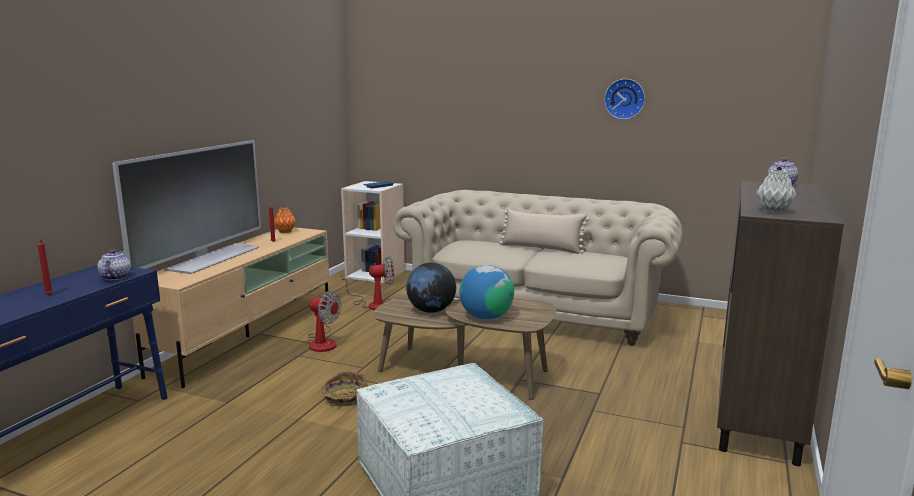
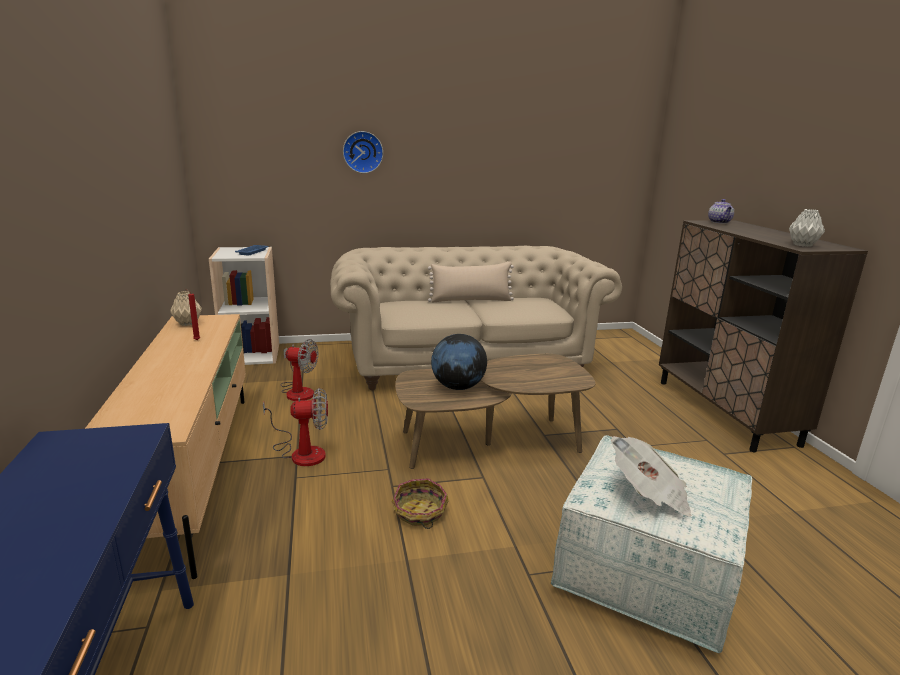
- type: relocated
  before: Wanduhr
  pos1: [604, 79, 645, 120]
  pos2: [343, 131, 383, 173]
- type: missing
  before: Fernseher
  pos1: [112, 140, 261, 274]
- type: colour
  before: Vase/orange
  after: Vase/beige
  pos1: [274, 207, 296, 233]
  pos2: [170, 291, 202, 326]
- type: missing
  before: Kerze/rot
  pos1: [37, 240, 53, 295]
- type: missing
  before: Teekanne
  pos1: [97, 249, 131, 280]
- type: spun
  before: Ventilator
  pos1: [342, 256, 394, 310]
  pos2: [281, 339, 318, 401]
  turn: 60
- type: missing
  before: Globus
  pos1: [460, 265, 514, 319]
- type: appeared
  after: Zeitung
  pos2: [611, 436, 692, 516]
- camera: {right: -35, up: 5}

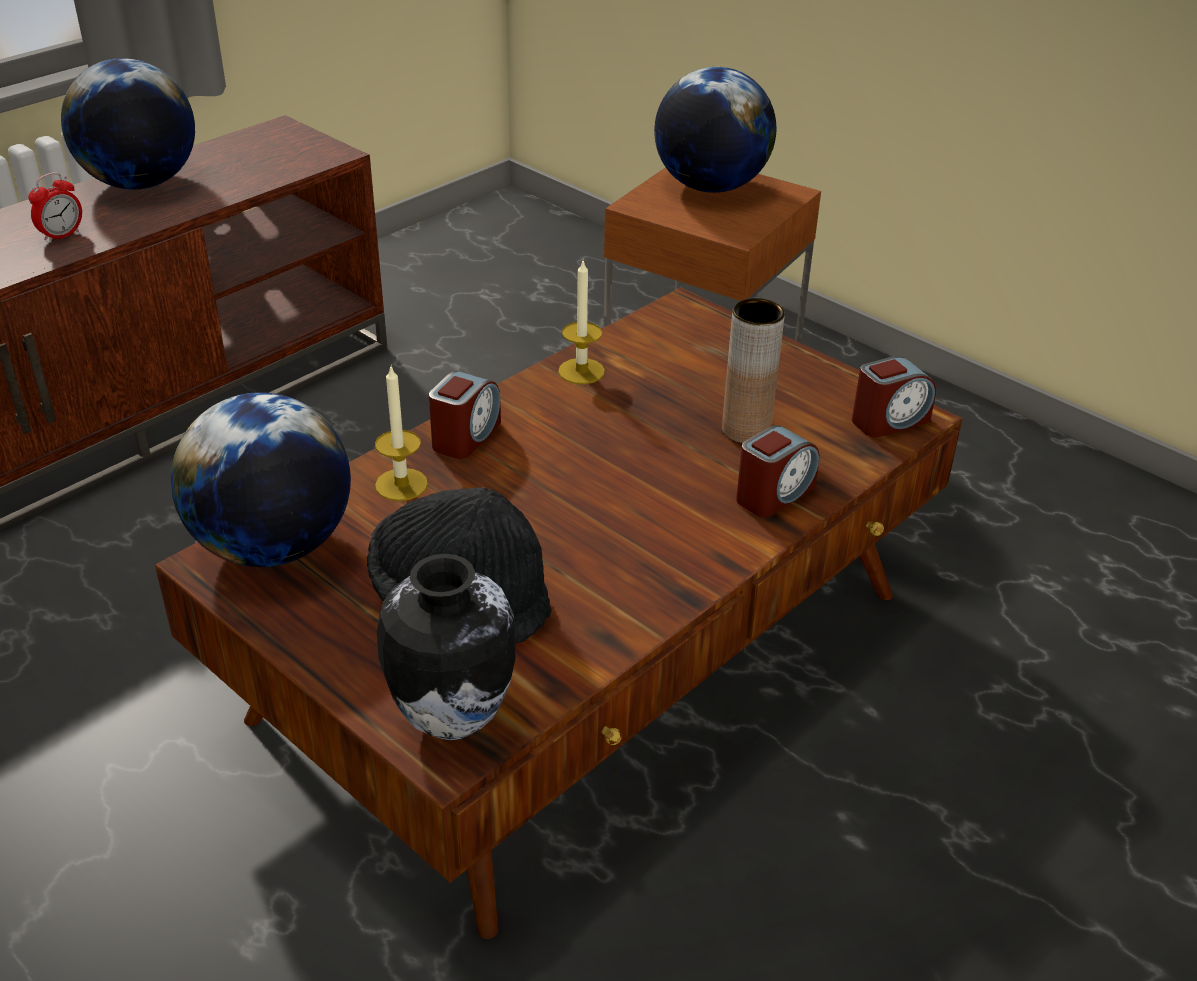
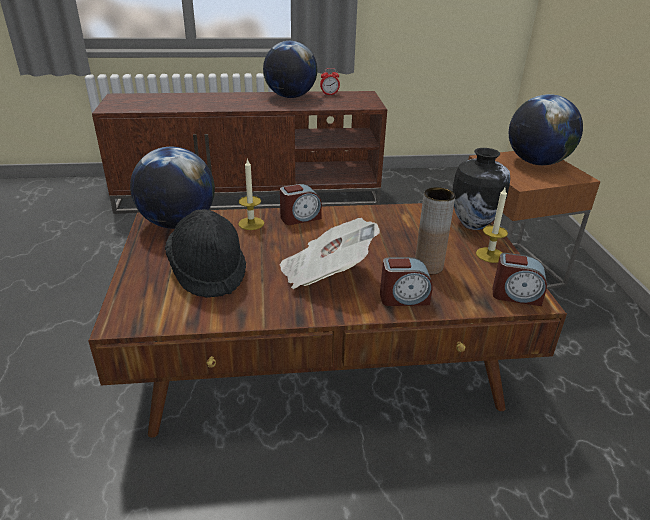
- type: relocated
  before: Wecker
  pos1: [28, 172, 82, 243]
  pos2: [320, 68, 340, 95]
- type: relocated
  before: Kerze
  pos1: [558, 261, 605, 384]
  pos2: [476, 188, 508, 263]
- type: relocated
  before: Vase
  pos1: [377, 554, 516, 740]
  pos2: [453, 148, 510, 230]
- type: appeared
  after: Zeitung
  pos2: [280, 218, 380, 289]
- camera: {right: 40, up: -5}

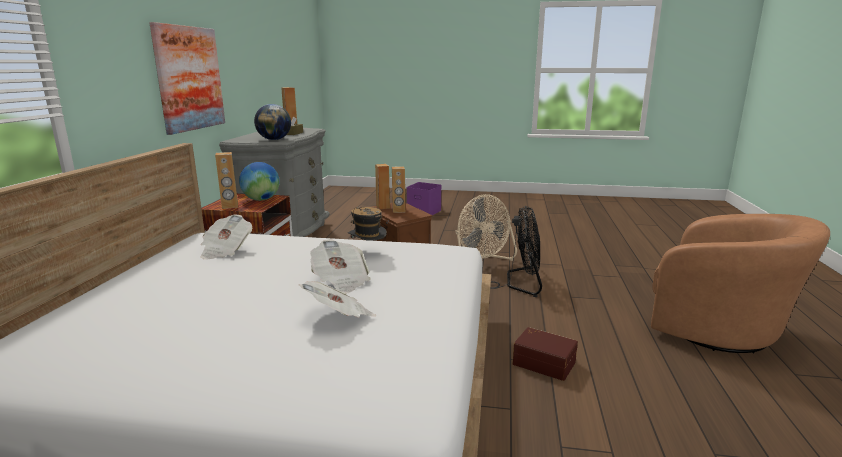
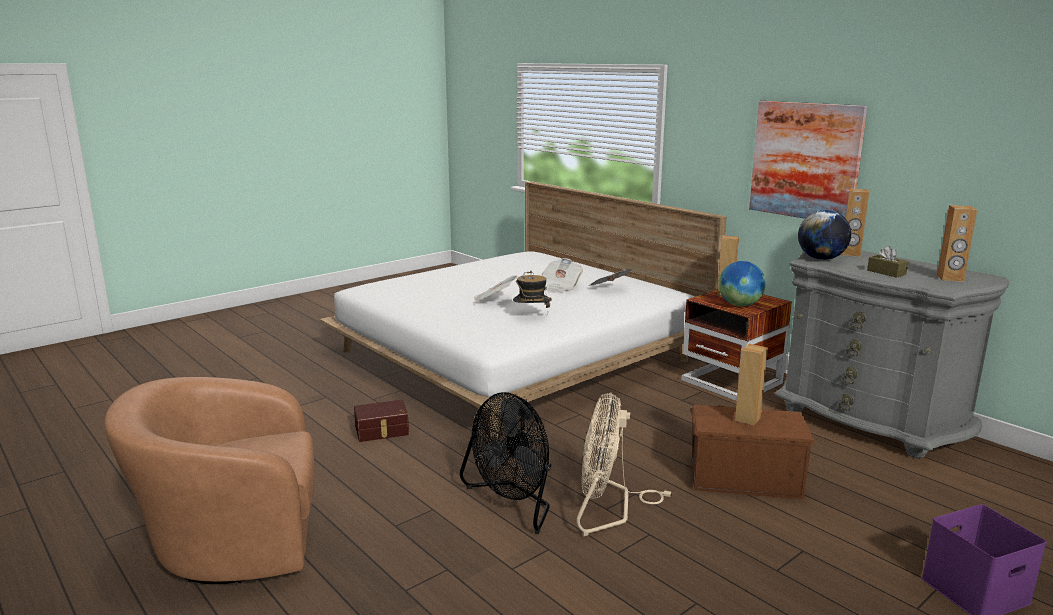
- type: relocated
  before: Lautsprecher/braun
  pos1: [375, 164, 390, 209]
  pos2: [841, 188, 869, 257]
- type: relocated
  before: Zeitung
  pos1: [299, 281, 376, 317]
  pos2: [542, 258, 583, 293]
- camera: {right: 130, up: 0}

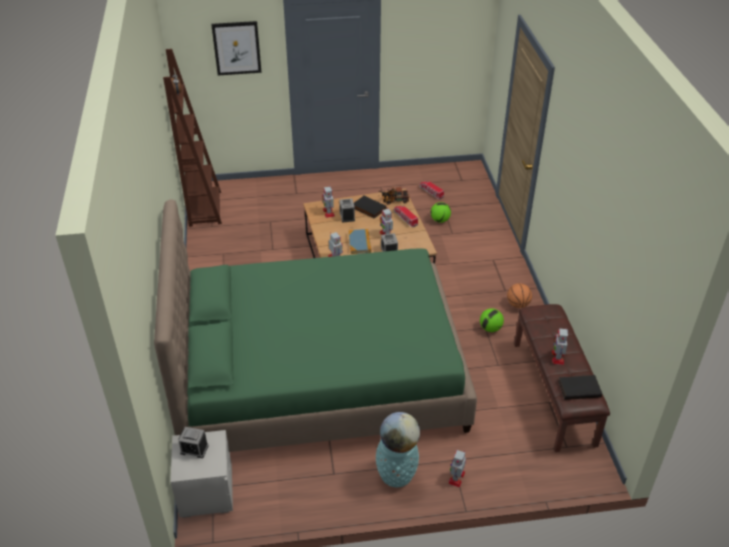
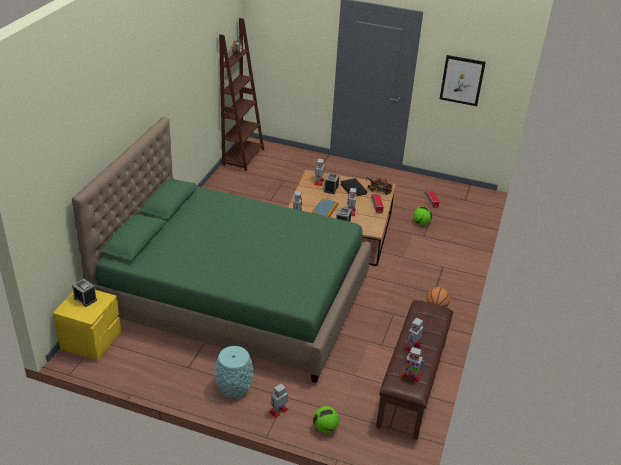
- type: relocated
  before: Bild
  pos1: [211, 21, 262, 75]
  pos2: [440, 55, 486, 106]
- type: relocated
  before: Fußball
  pos1: [480, 308, 504, 332]
  pos2: [313, 406, 339, 433]
- type: exchanged
  before: Buch/schwarz
  after: Spielzeugroboter
  pos1: [558, 375, 602, 400]
  pos2: [401, 347, 424, 382]
- type: missing
  before: Globus
  pos1: [380, 412, 420, 453]
- type: colour
  before: Nachttisch/weiß
  after: Nachttisch/gelb
  pos1: [171, 430, 233, 518]
  pos2: [53, 290, 121, 361]
- camera: {right: 25, up: -5}

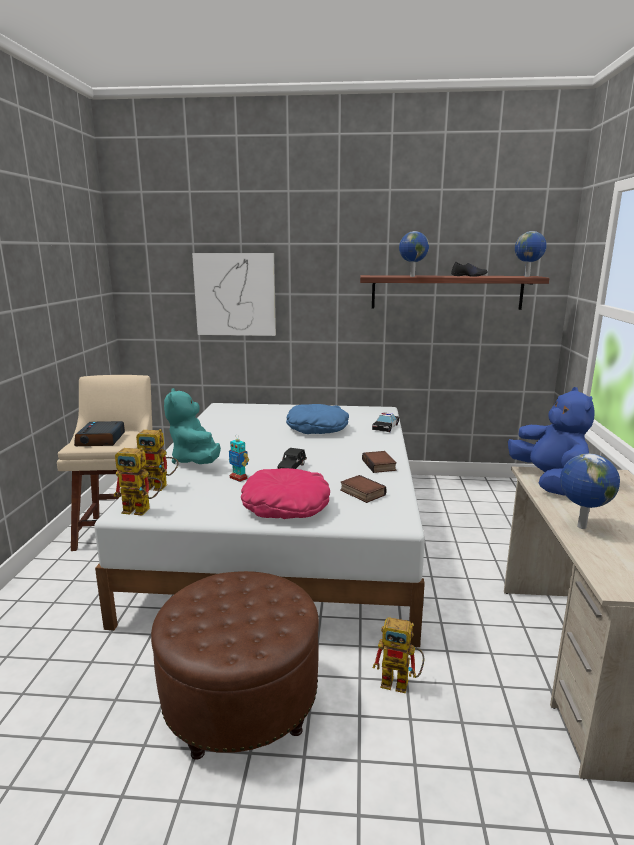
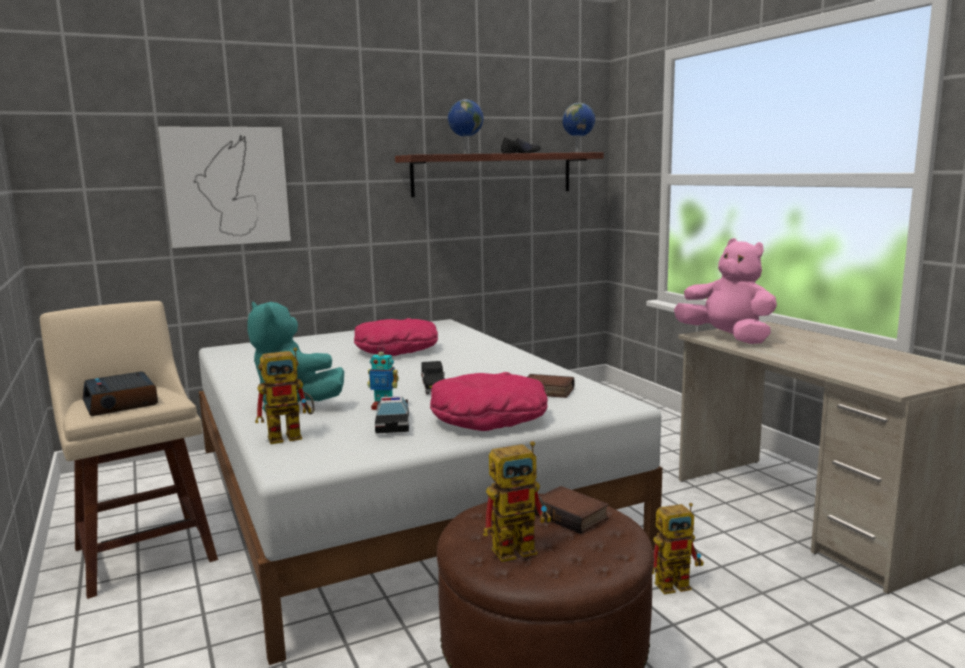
- type: colour
  before: Plüschtier/blau
  after: Plüschtier/rosa
  pos1: [508, 387, 595, 496]
  pos2: [674, 238, 777, 344]
- type: colour
  before: Kissen/blau
  after: Kissen/rosa
  pos1: [286, 404, 349, 434]
  pos2: [354, 318, 438, 356]
- type: relocated
  before: Spielzeugauto
  pos1: [372, 412, 399, 432]
  pos2: [375, 396, 409, 434]
- type: relocated
  before: Spielzeugroboter
  pos1: [114, 448, 163, 516]
  pos2: [483, 441, 551, 562]
- type: relocated
  before: Buch
  pos1: [362, 451, 397, 473]
  pos2: [534, 486, 609, 534]
- type: missing
  before: Globus
  pos1: [560, 454, 620, 529]
- camera: {right: -30, up: -5}

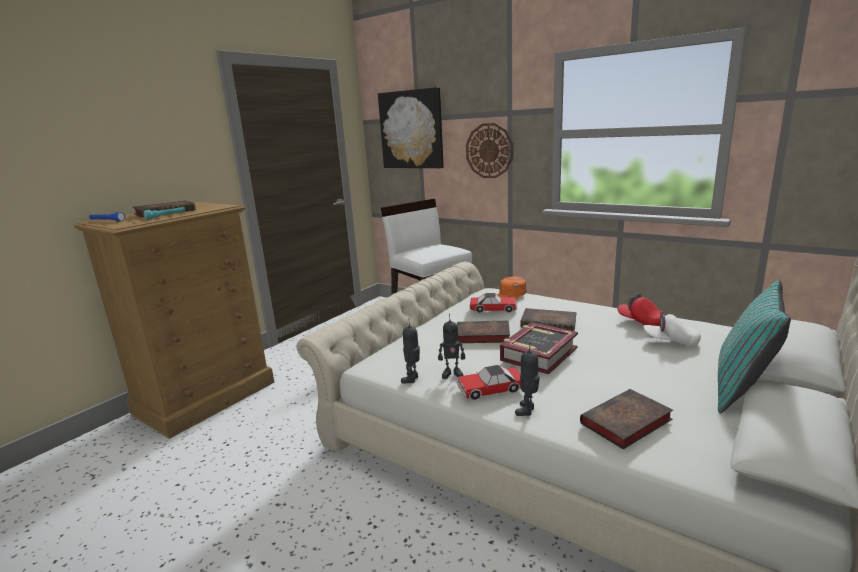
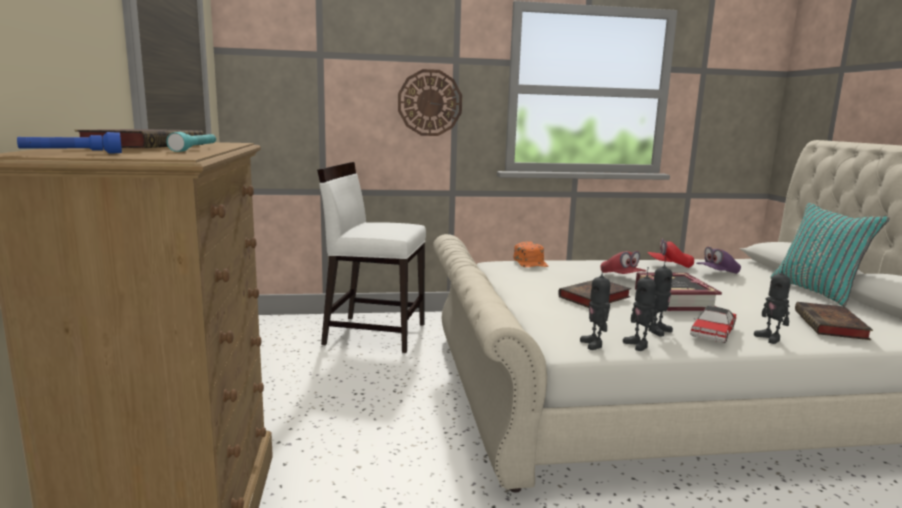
- type: missing
  before: Bild
  pos1: [378, 87, 444, 168]
- type: missing
  before: Spielzeugauto
  pos1: [470, 293, 517, 313]
- type: exchanged
  before: Buch
  after: Kappe/rot
  pos1: [520, 308, 577, 331]
  pos2: [601, 251, 646, 274]
- type: colour
  before: Kappe/weiß
  after: Kappe/lila
  pos1: [644, 310, 701, 346]
  pos2: [696, 246, 741, 274]
- type: appeared
  after: Spielzeugroboter
  pos2: [580, 266, 610, 350]
- camera: {right: -45, up: -5}

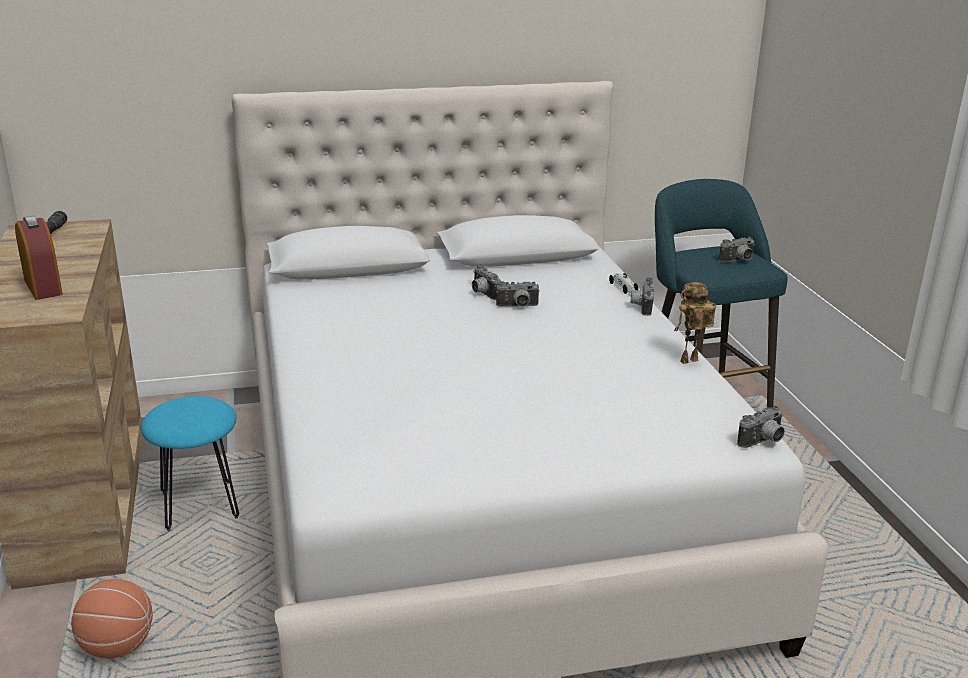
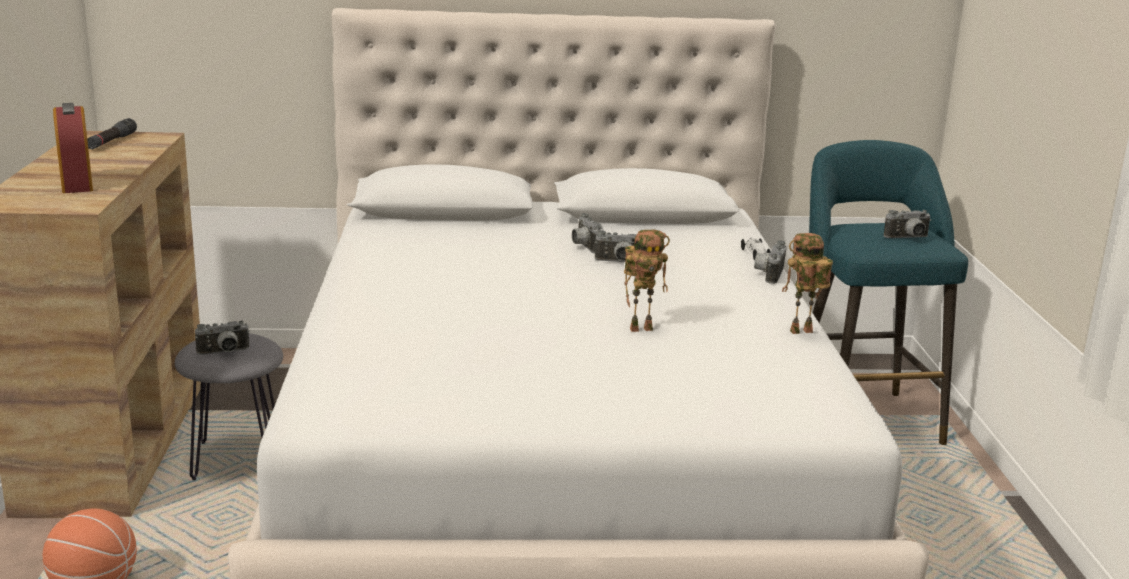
- type: colour
  before: Hocker/türkis
  after: Hocker/grau
  pos1: [141, 396, 239, 531]
  pos2: [175, 333, 283, 480]
- type: relocated
  before: Kamera
  pos1: [737, 406, 785, 448]
  pos2: [195, 320, 250, 355]
- type: appeared
  after: Spielzeugroboter
  pos2: [624, 230, 670, 332]
- camera: {right: 10, up: -5}

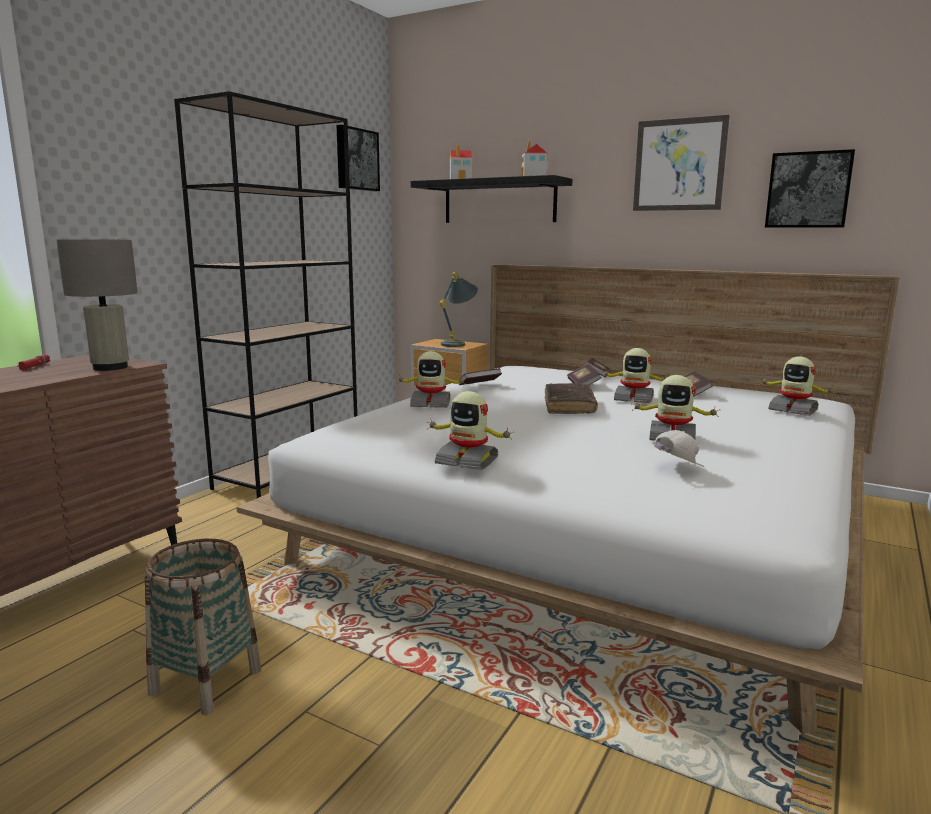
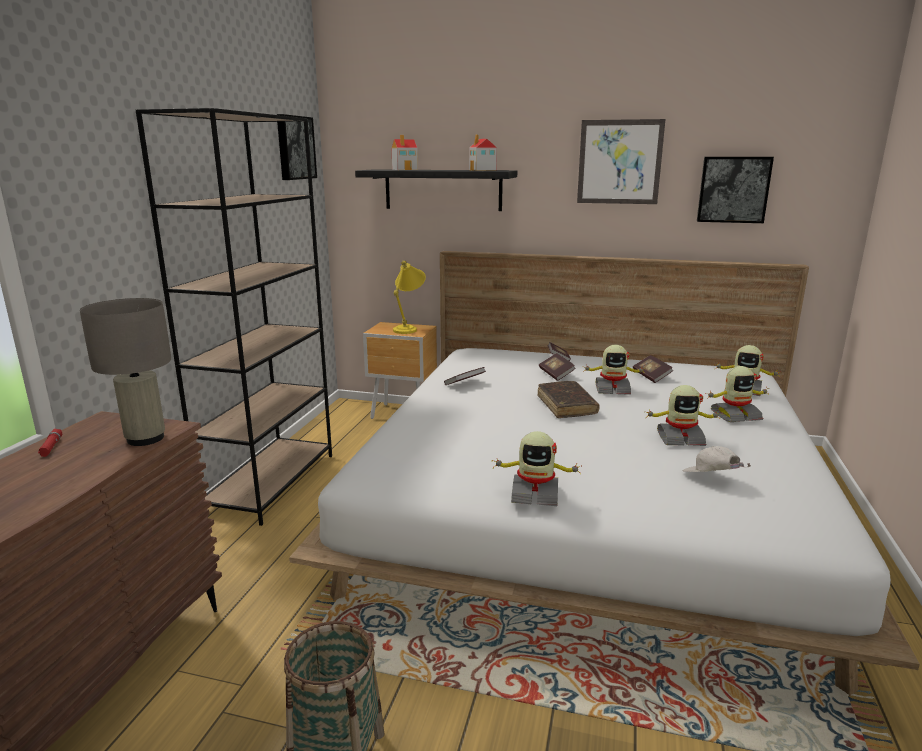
- type: colour
  before: Tischlampe/grau
  after: Tischlampe/gelb
  pos1: [439, 272, 478, 347]
  pos2: [393, 261, 426, 334]
- type: relocated
  before: Spielzeugroboter
  pos1: [399, 351, 467, 408]
  pos2: [705, 366, 770, 422]
- type: spun
  before: Kappe/weiß
  pos1: [654, 430, 704, 467]
  pos2: [683, 446, 751, 472]
  turn: -75
- camera: {right: -15, up: 5}

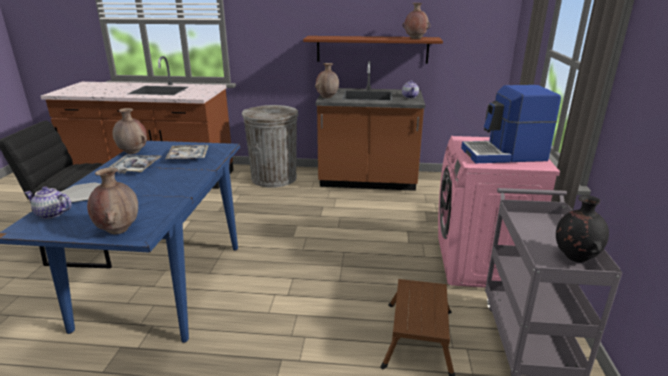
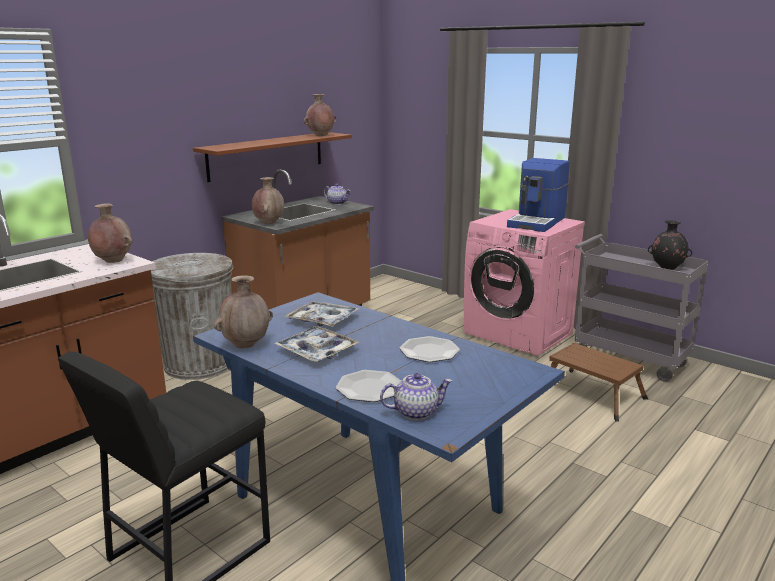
- type: relocated
  before: Vase/braun
  pos1: [87, 168, 138, 234]
  pos2: [88, 203, 132, 263]
- type: spun
  before: Teekanne
  pos1: [24, 186, 72, 219]
  pos2: [380, 373, 452, 420]
  turn: -150
- type: appeared
  after: Teller
  pos2: [399, 336, 460, 362]
- camera: {right: -55, up: -5}

